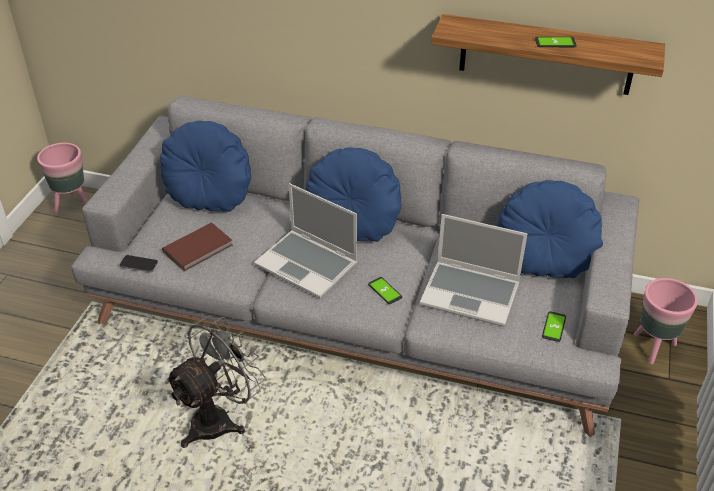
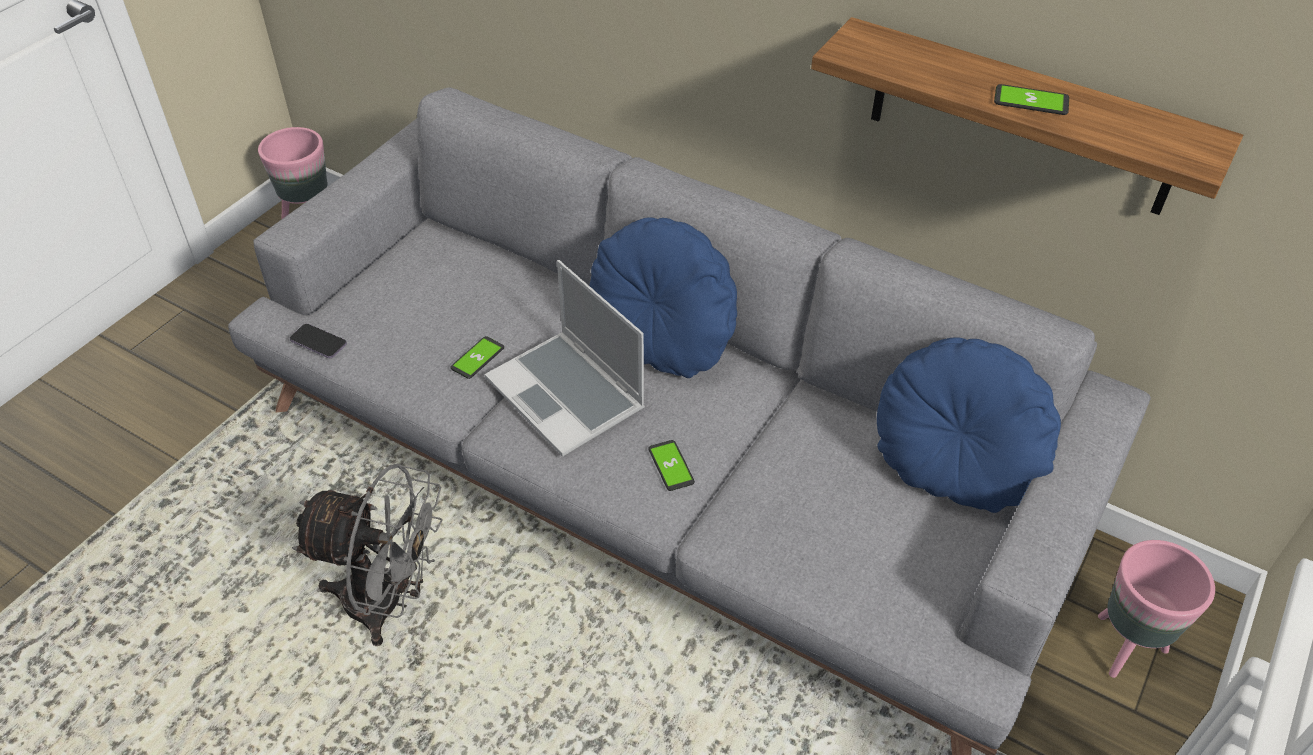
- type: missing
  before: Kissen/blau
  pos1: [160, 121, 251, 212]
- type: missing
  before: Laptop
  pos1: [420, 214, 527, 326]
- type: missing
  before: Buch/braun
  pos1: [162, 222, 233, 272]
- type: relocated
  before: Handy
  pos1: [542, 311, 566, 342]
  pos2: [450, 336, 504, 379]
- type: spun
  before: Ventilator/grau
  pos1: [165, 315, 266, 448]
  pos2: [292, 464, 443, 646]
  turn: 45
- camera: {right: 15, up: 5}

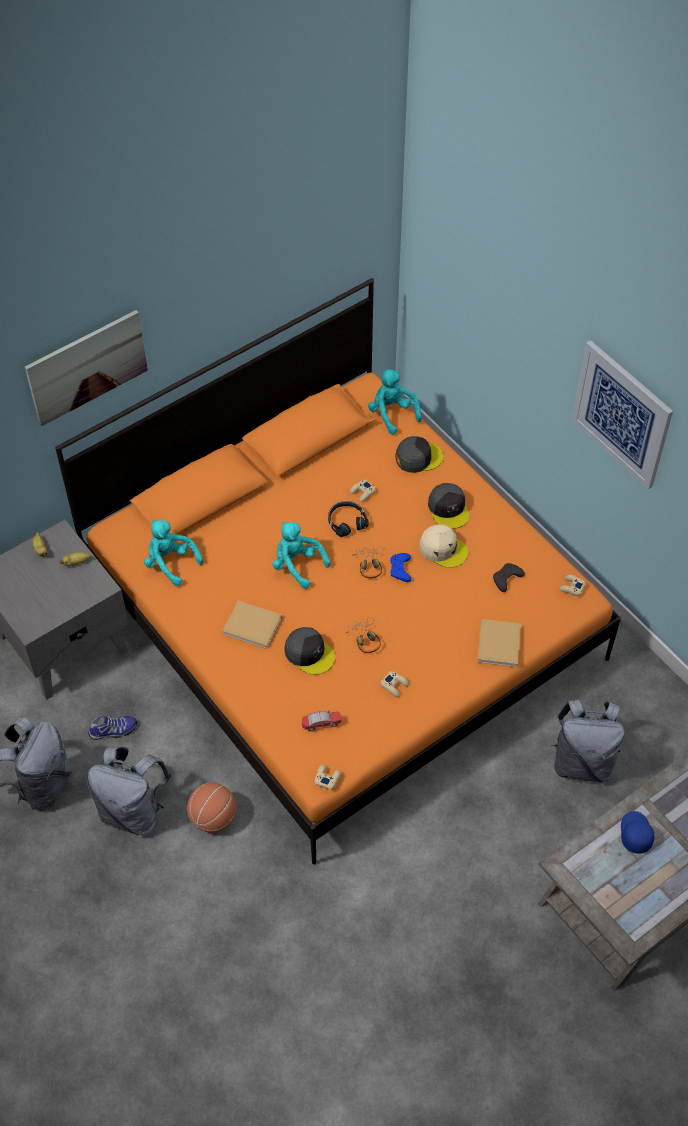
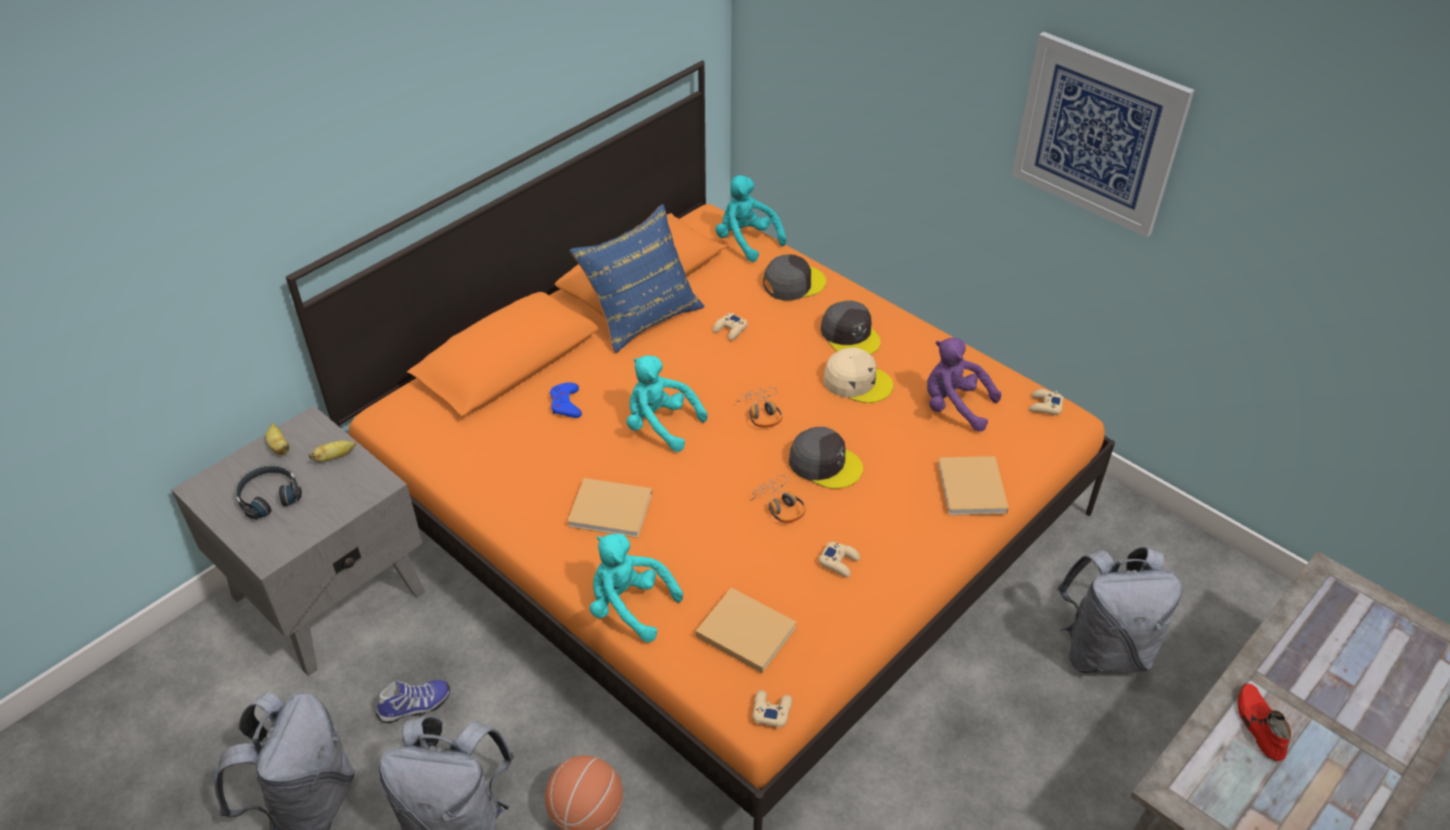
- type: missing
  before: Bild
  pos1: [25, 310, 148, 426]
- type: relocated
  before: Kopfhörer/schwarz
  pos1: [328, 501, 368, 537]
  pos2: [235, 464, 302, 520]
- type: relocated
  before: Plüschtier/türkis
  pos1: [144, 520, 203, 586]
  pos2: [590, 534, 683, 642]
- type: relocated
  before: Gamepad/blau
  pos1: [390, 553, 411, 582]
  pos2: [550, 382, 582, 418]
- type: exchanged
  before: Gamepad/grau
  after: Plüschtier/lila
  pos1: [493, 563, 525, 592]
  pos2: [927, 337, 1001, 432]
- type: relocated
  before: Kappe/grau
  pos1: [284, 627, 335, 675]
  pos2: [789, 427, 863, 489]
- type: exchanged
  before: Spielzeugauto
  after: Buch/beige
  pos1: [302, 710, 342, 731]
  pos2: [696, 588, 797, 673]
- type: exchanged
  before: Kappe/blau
  after: Schuh/rot
  pos1: [621, 811, 654, 854]
  pos2: [1238, 684, 1291, 761]
- type: appeared
  after: Kissen/blau
  pos2: [570, 204, 704, 353]
- camera: {right: -10, up: -10}

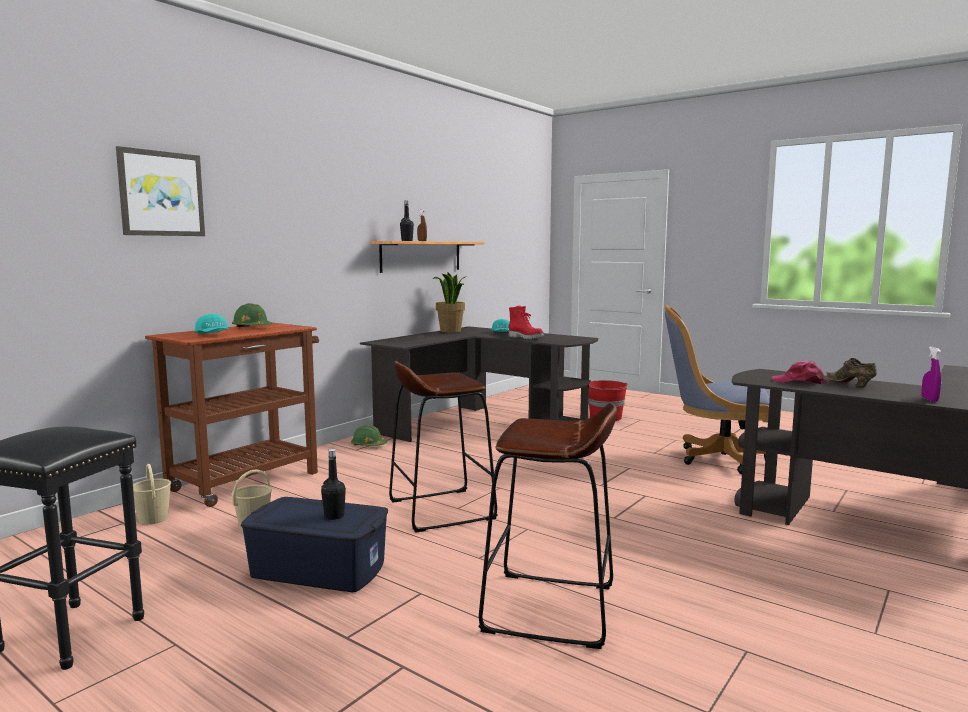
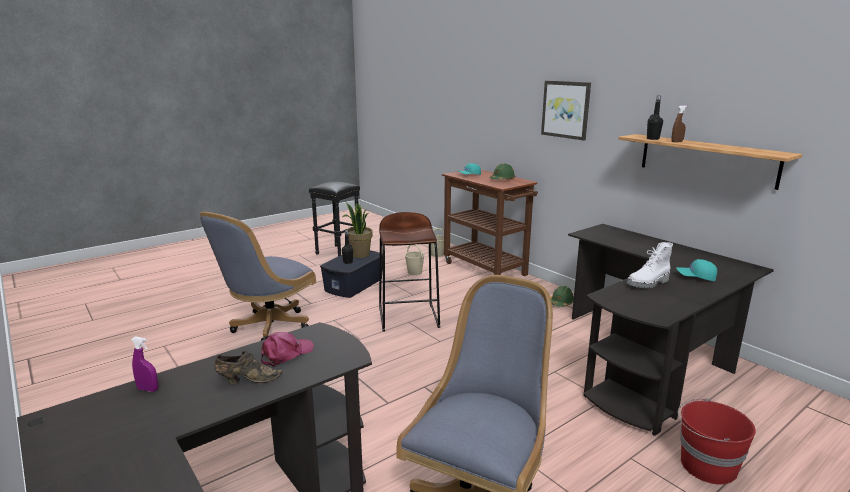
- type: relocated
  before: Bild
  pos1: [116, 146, 205, 236]
  pos2: [541, 81, 591, 141]
- type: relocated
  before: Topfpflanze
  pos1: [432, 272, 467, 333]
  pos2: [343, 202, 373, 258]
- type: colour
  before: Stiefel/rot
  after: Stiefel/weiß
  pos1: [509, 305, 544, 339]
  pos2: [627, 242, 673, 289]
- type: exchanged
  before: Hocker/braun
  after: Bürostuhl/blau
  pos1: [478, 403, 617, 649]
  pos2: [200, 212, 316, 341]
- camera: {right: 105, up: 10}

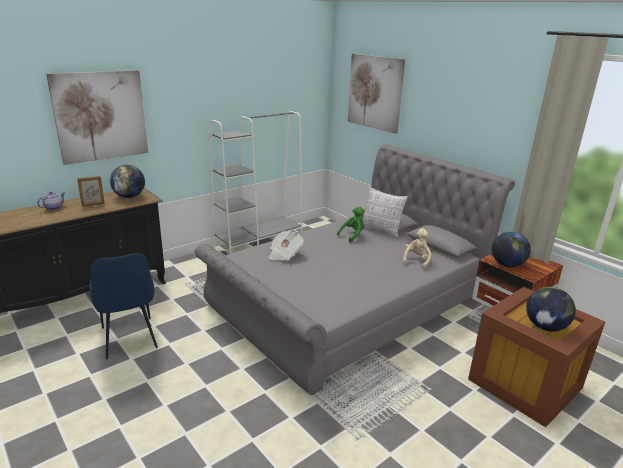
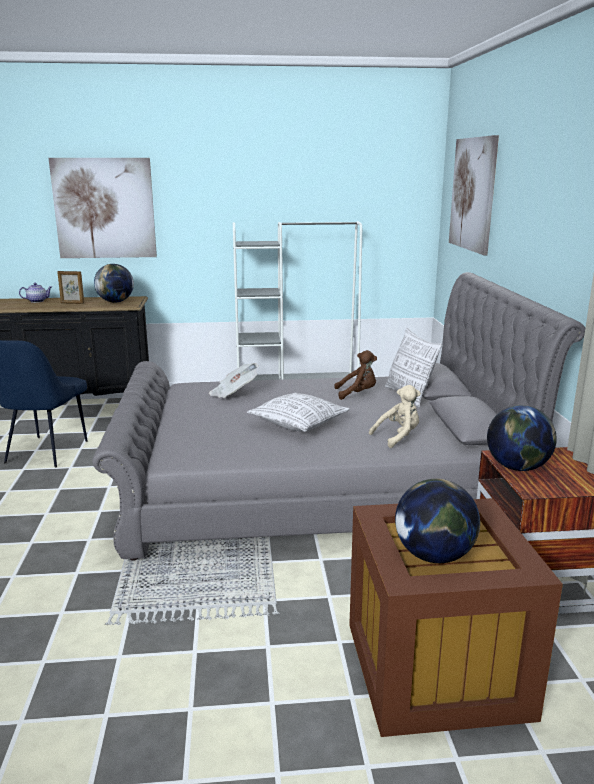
- type: colour
  before: Plüschtier/grün
  after: Plüschtier/braun
  pos1: [337, 207, 365, 242]
  pos2: [334, 350, 377, 400]
- type: appeared
  after: Kissen
  pos2: [247, 392, 350, 432]
- camera: {right: 35, up: -5}

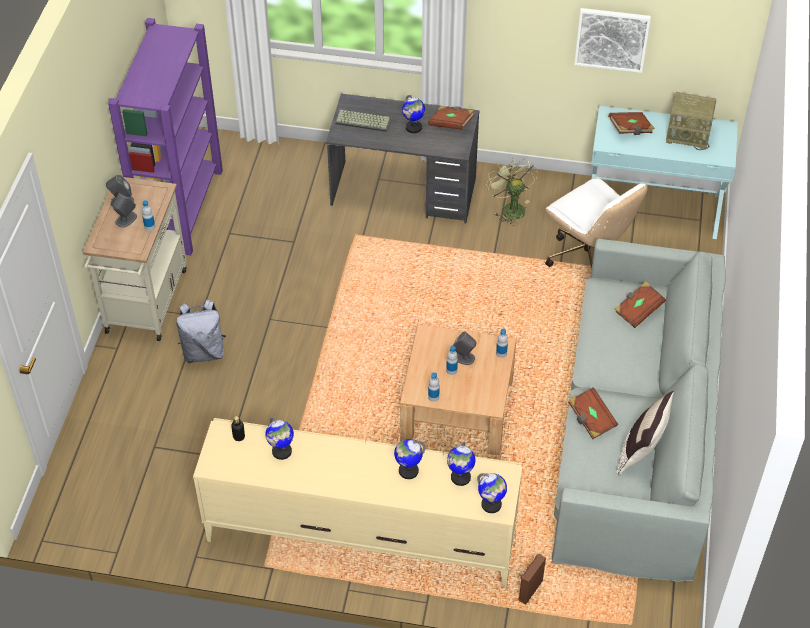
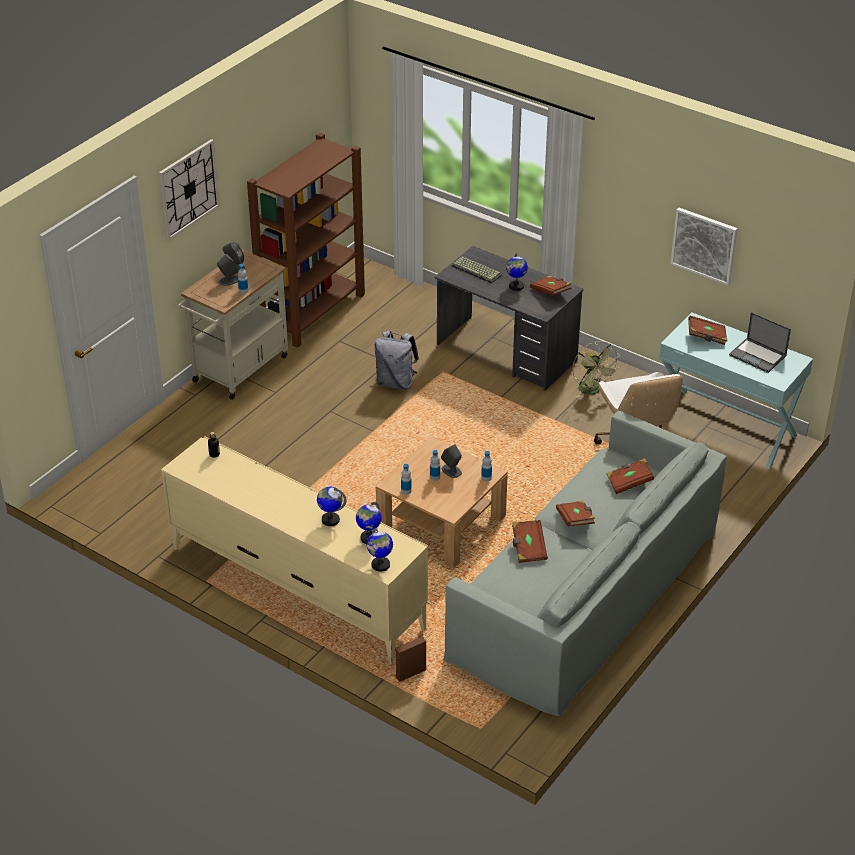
- type: colour
  before: Bücherregal/lila
  after: Bücherregal/braun
  pos1: [108, 18, 223, 256]
  pos2: [247, 132, 365, 348]
- type: exchanged
  before: Radio
  after: Laptop
  pos1: [666, 92, 716, 150]
  pos2: [729, 312, 791, 373]
- type: spun
  before: Ventilator/grün
  pos1: [486, 158, 538, 226]
  pos2: [572, 341, 620, 398]
  turn: 150
- type: relocated
  before: Rucksack/grau
  pos1: [176, 300, 226, 363]
  pos2: [375, 330, 419, 390]
- type: missing
  before: Kissen
  pos1: [617, 391, 674, 475]
- type: missing
  before: Globus
  pos1: [266, 418, 294, 460]
- type: appeared
  after: Wanduhr
  pos2: [159, 139, 220, 240]
- type: appeared
  after: Buch/braun
  pos2: [556, 500, 595, 527]
- camera: {right: 25, up: -10}

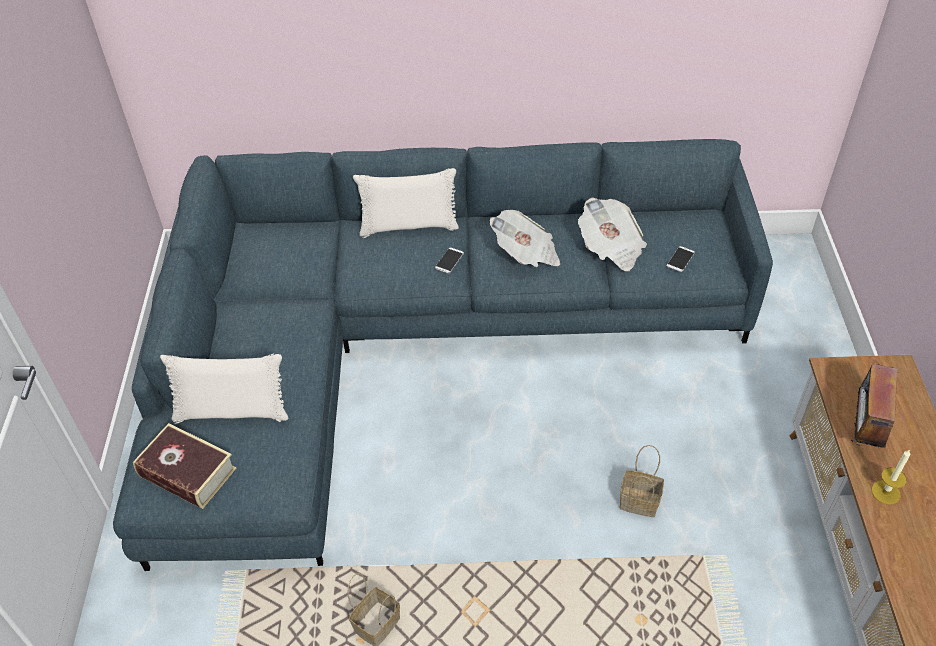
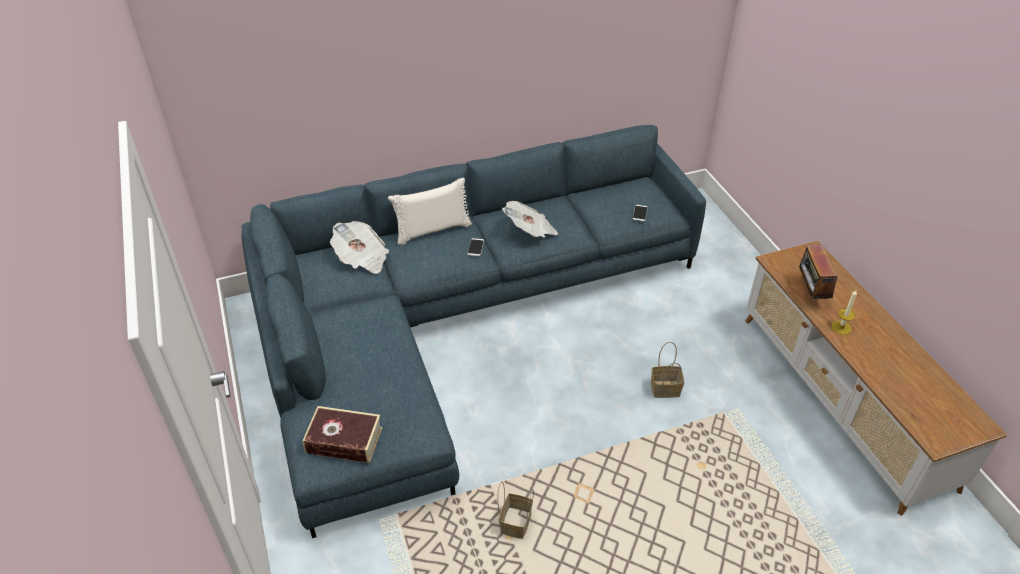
- type: relocated
  before: Zeitung
  pos1: [578, 197, 647, 271]
  pos2: [330, 221, 389, 274]
- type: missing
  before: Kissen/weiß
  pos1: [160, 353, 289, 424]
- camera: {right: -20, up: -5}

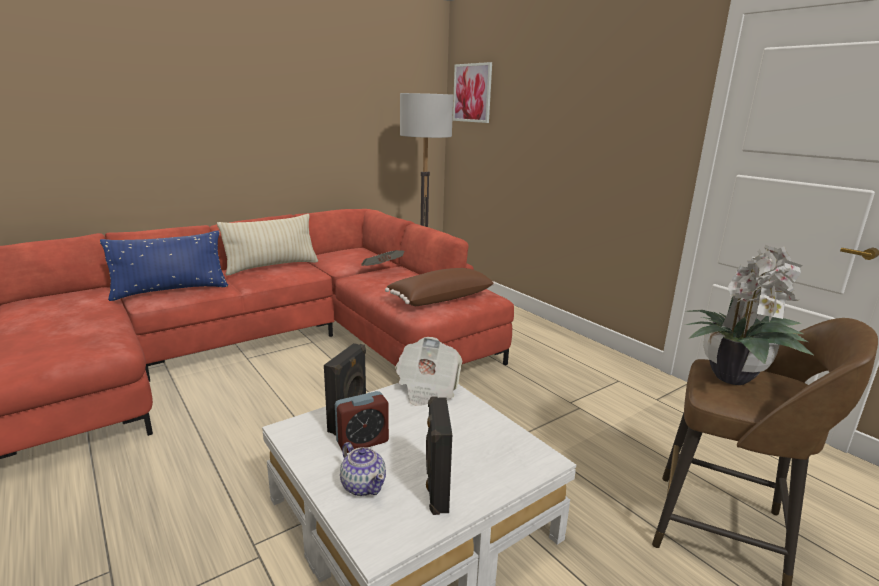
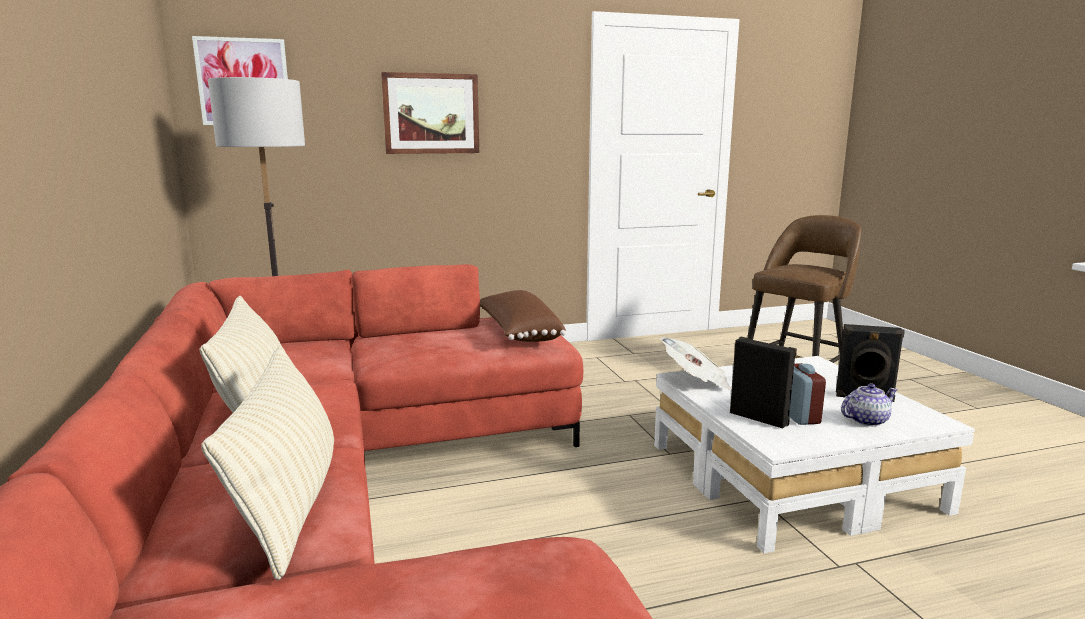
- type: colour
  before: Kissen/blau
  after: Kissen/beige
  pos1: [100, 230, 228, 301]
  pos2: [201, 346, 334, 580]
- type: missing
  before: Topfpflanze
  pos1: [686, 244, 814, 385]
- type: missing
  before: Zeitung
  pos1: [361, 250, 405, 266]
- type: appeared
  after: Bild
  pos2: [381, 72, 479, 154]
- camera: {right: -70, up: -5}

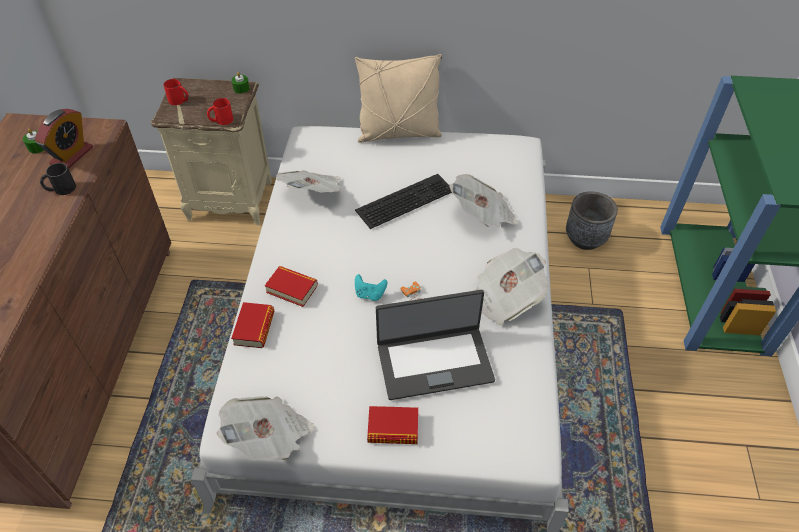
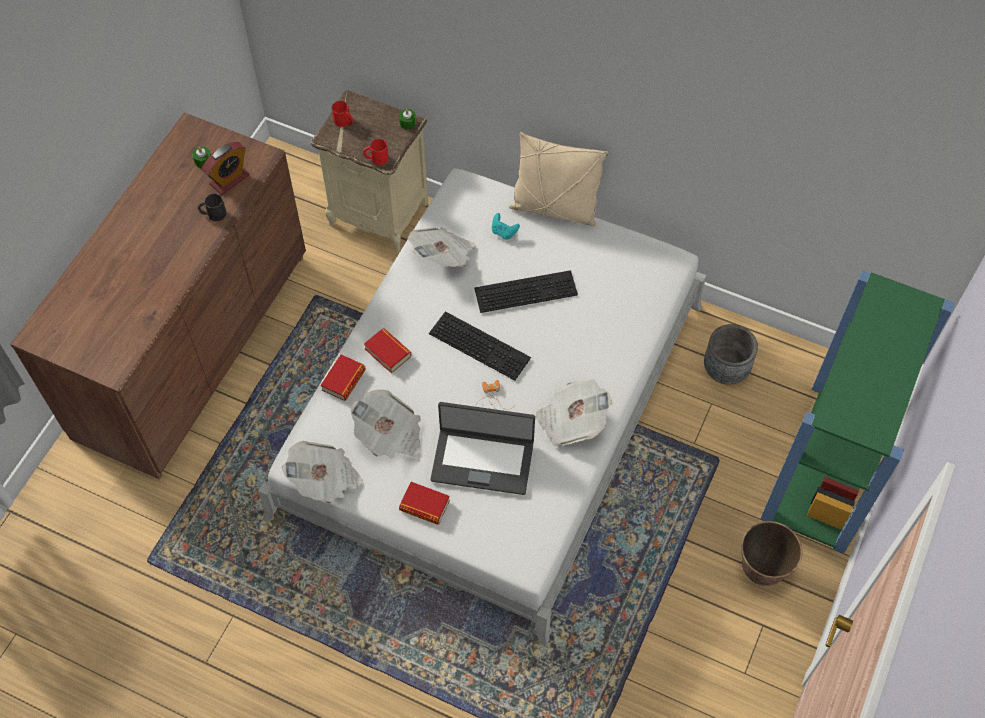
- type: relocated
  before: Zeitung
  pos1: [449, 174, 518, 227]
  pos2: [351, 390, 421, 459]
- type: relocated
  before: Gamepad/türkis
  pos1: [355, 274, 387, 301]
  pos2: [492, 213, 520, 240]
- type: appeared
  after: Tastatur
  pos2: [429, 311, 531, 380]
- type: appeared
  after: Pflanzkübel
  pos2: [741, 521, 802, 586]
- camera: {right: 20, up: 10}

